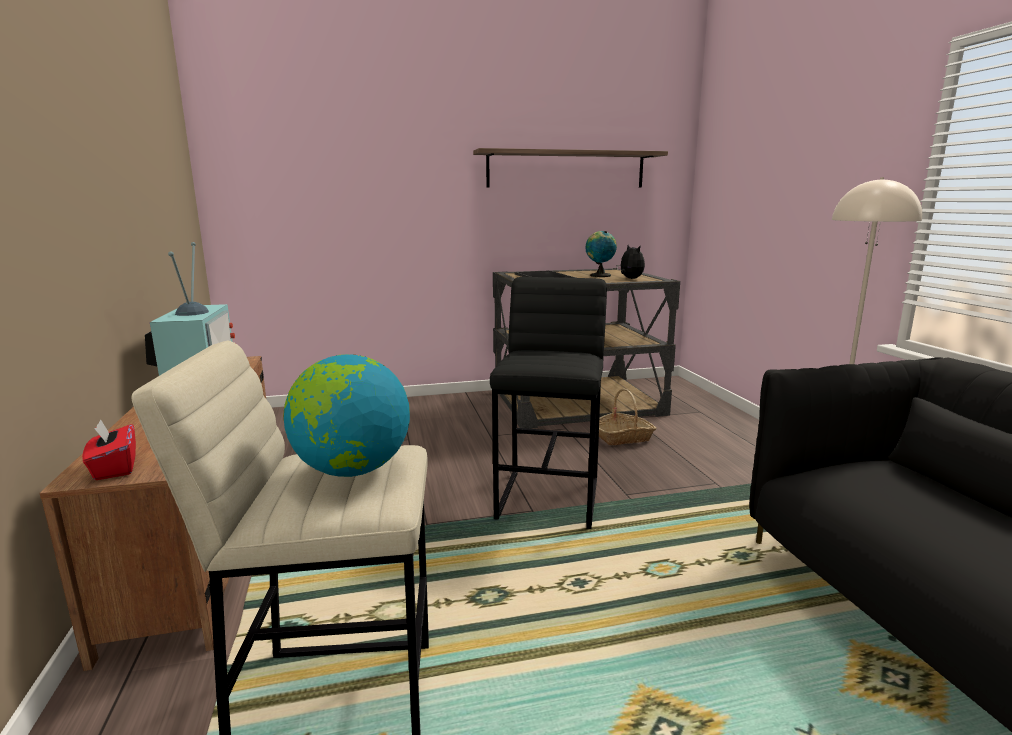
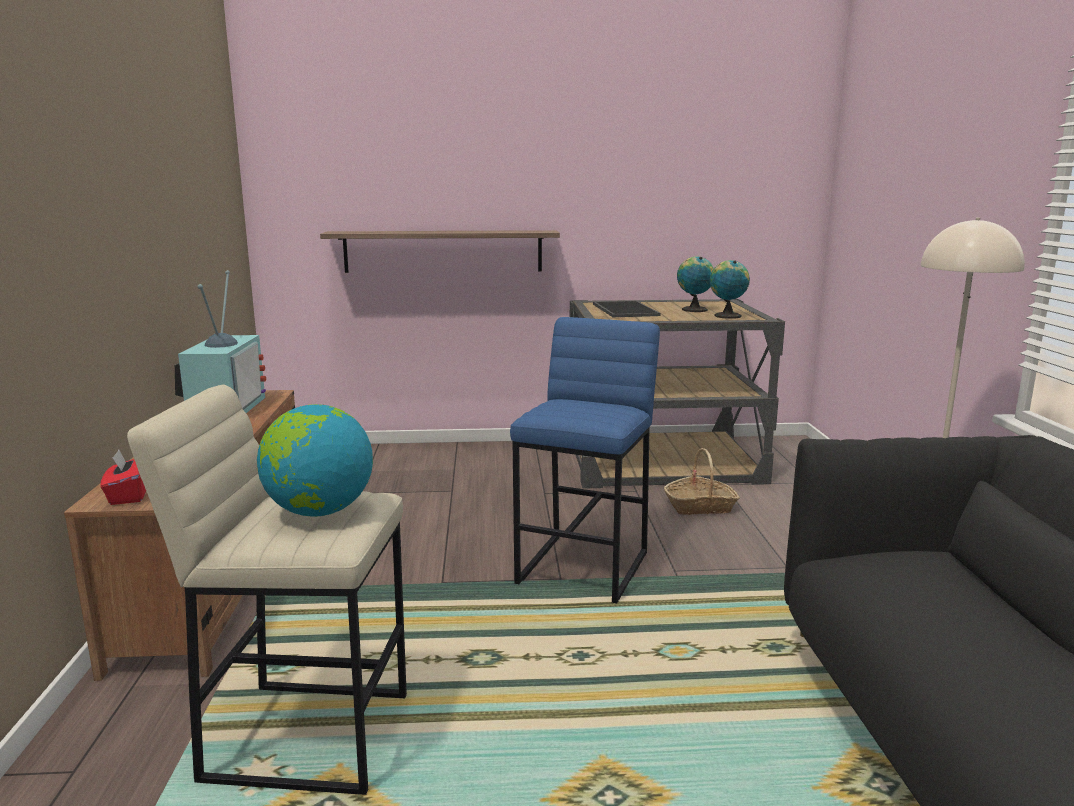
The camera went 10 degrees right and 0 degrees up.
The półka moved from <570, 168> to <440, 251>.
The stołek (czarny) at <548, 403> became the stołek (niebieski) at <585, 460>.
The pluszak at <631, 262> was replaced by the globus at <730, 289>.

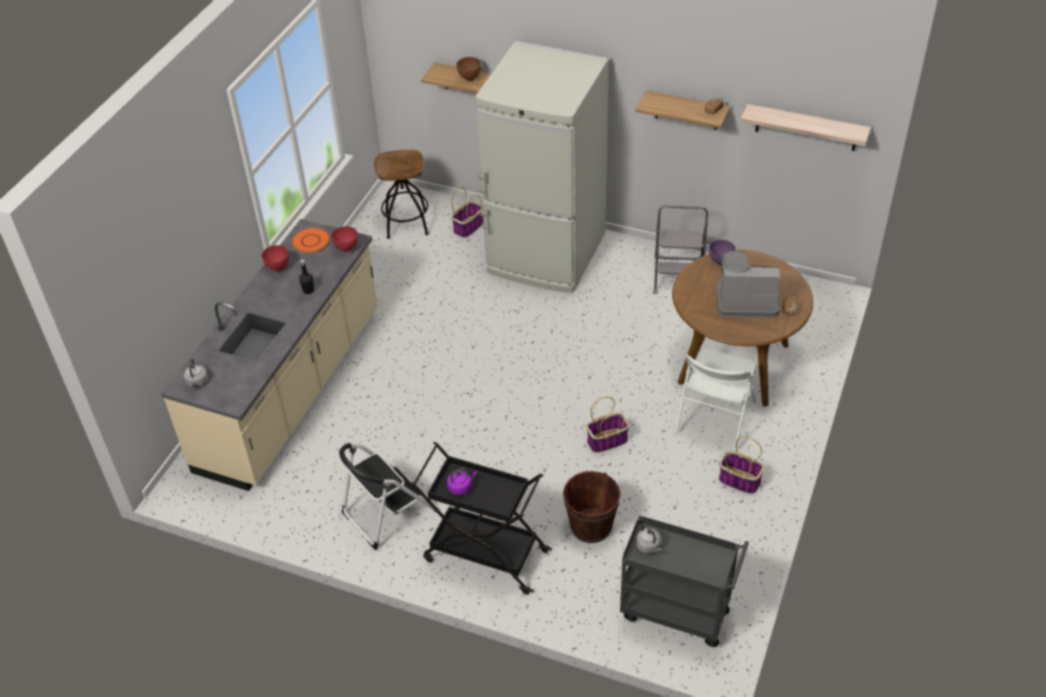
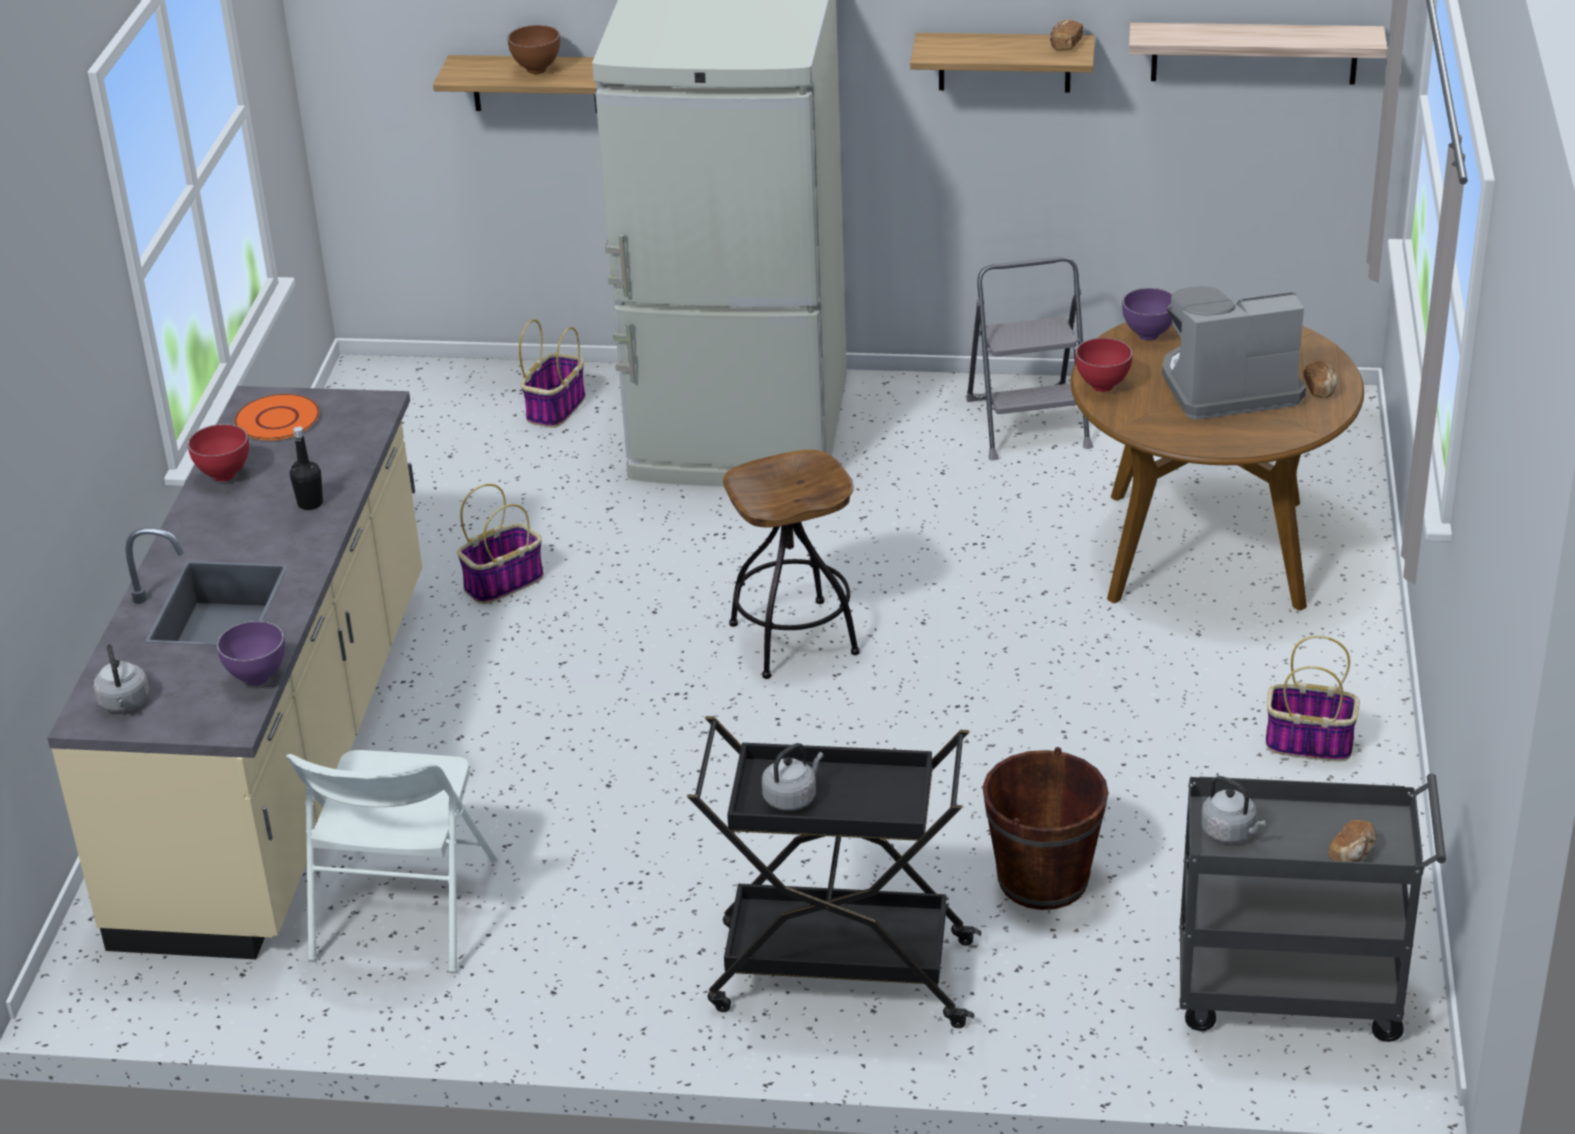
The camera went 15 degrees left and 10 degrees down.
The miska (czerwony) moved from <344, 239> to <1104, 365>.
The drabinka at <388, 496> disappeared.
The stołek (brązowy) moved from <401, 194> to <791, 564>.
The czajnik (fioletowy) at <462, 481> became the czajnik (szary) at <793, 777>.
The koszyk moved from <607, 425> to <500, 544>.
The krzesło (biały) moved from <715, 400> to <392, 862>.
The miska (fioletowy) at <251, 653> appeared.
The chleb at <1352, 841> appeared.

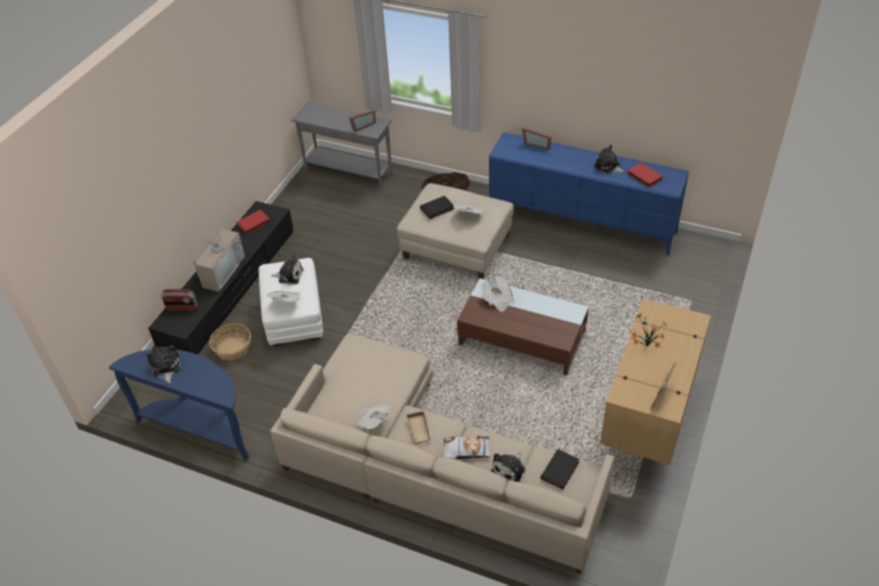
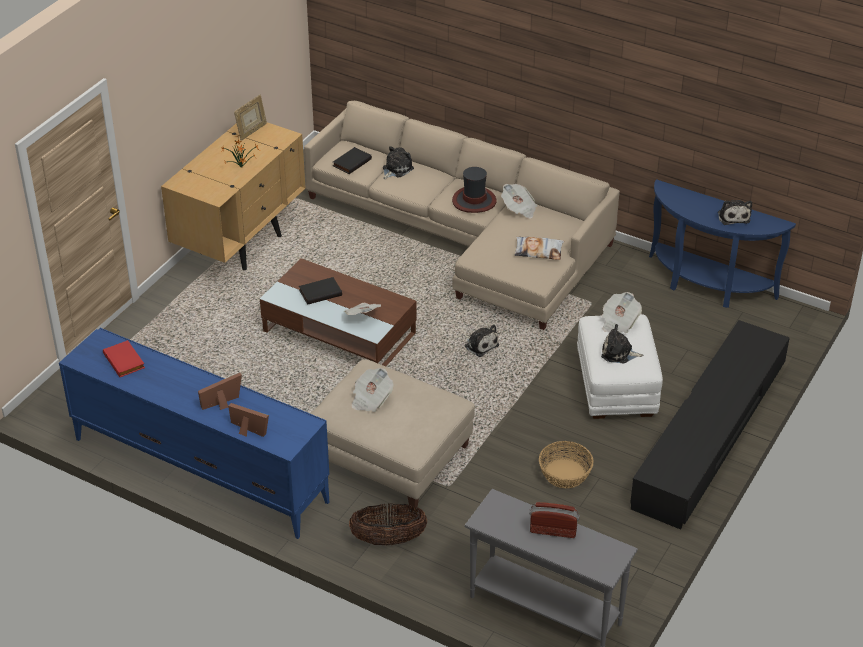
The camera went 175 degrees left and 5 degrees down.
The radio moved from <179, 300> to <554, 520>.
The telewizor at <219, 255> disappeared.
The koszyk moved from <230, 341> to <566, 464>.
The książka (czerwony) at <254, 222> disappeared.
The ramka na zdjęcie moved from <362, 120> to <220, 391>.
The taca (beżowy) at <419, 428> was replaced by the kapelusz at <474, 190>.
The książka (czarny) moved from <437, 207> to <320, 291>.
The poduszka moved from <466, 447> to <539, 248>.
The pluszak moved from <609, 159> to <481, 340>.

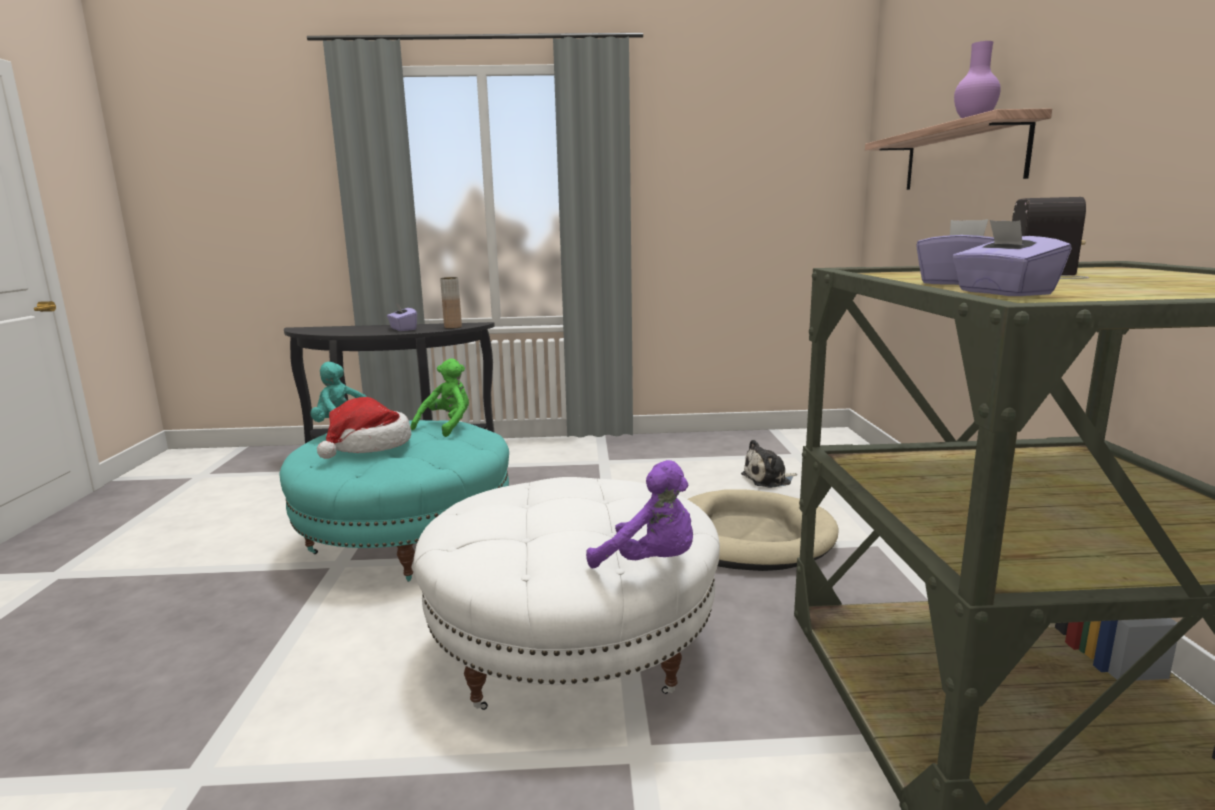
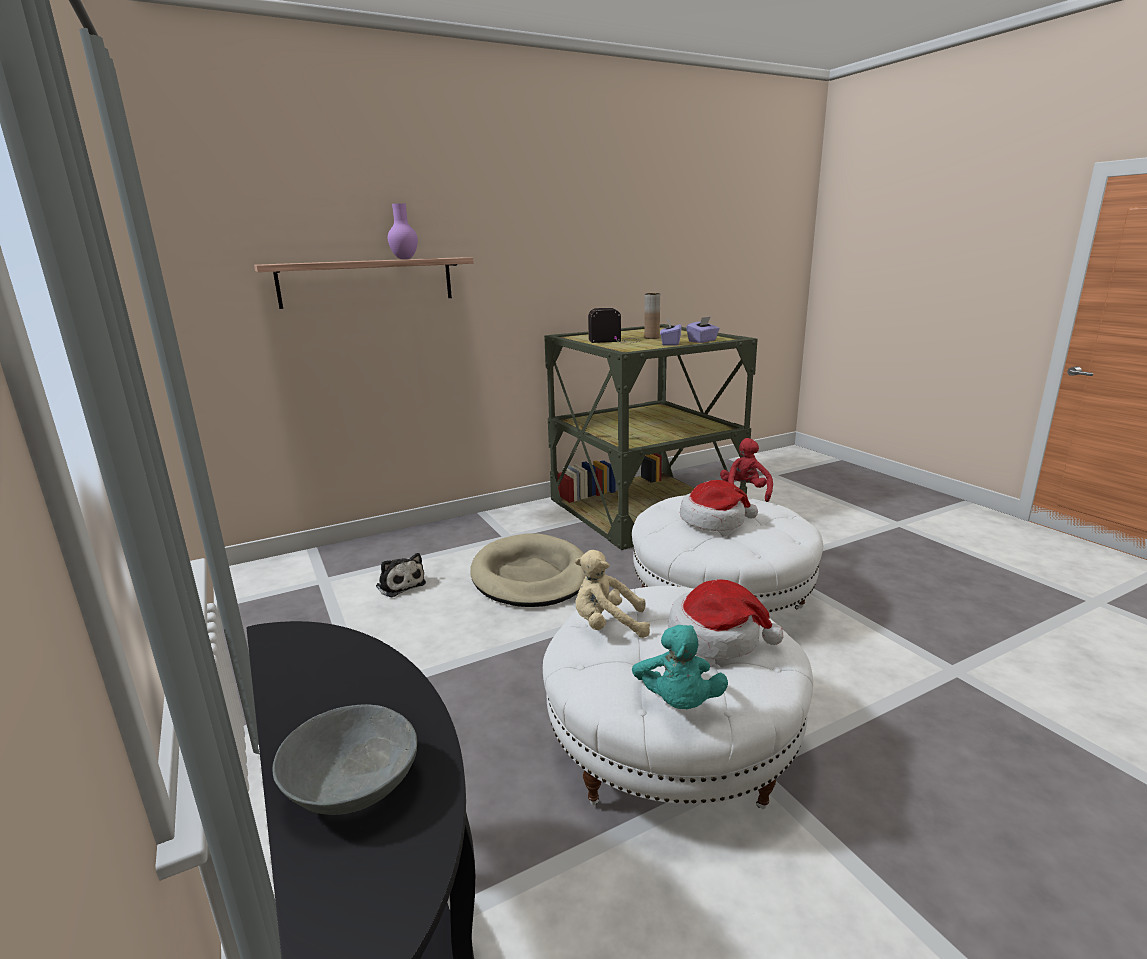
The camera went 115 degrees left and 5 degrees up.
The pufa (turkusowy) at <394, 501> became the pufa (biały) at <678, 697>.
The pudełko chusteczek (fioletowy) at <402, 317> disappeared.
The pluszak (zielony) at <440, 397> became the pluszak (beżowy) at <612, 594>.
The wazon (brązowy) moved from <451, 303> to <652, 316>.
The pluszak (fioletowy) at <639, 514> became the pluszak (czerwony) at <746, 470>.
The miska (szary) at <344, 759> appeared.
The kapelusz at <719, 505> appeared.

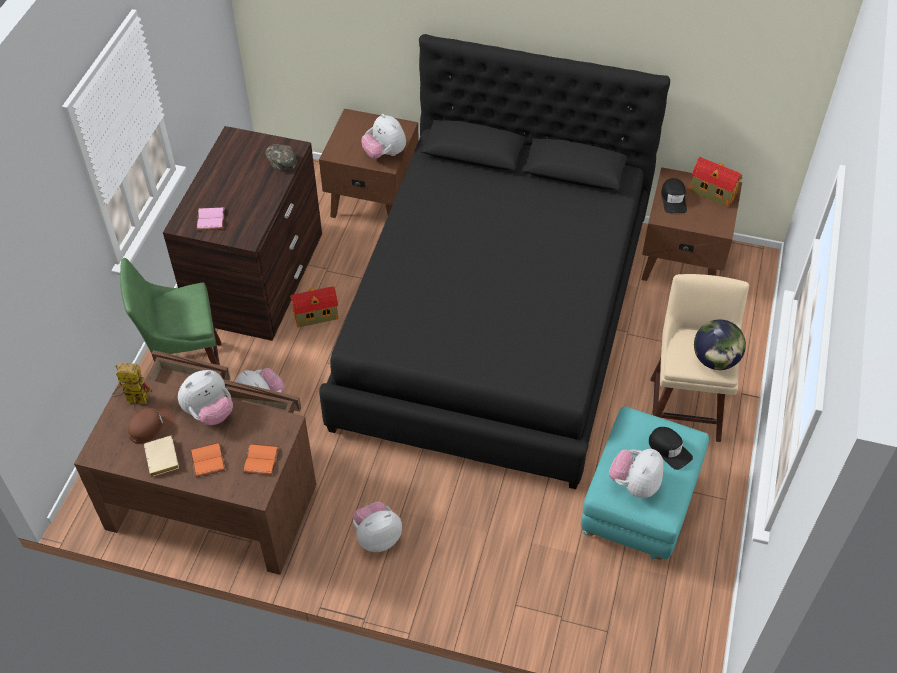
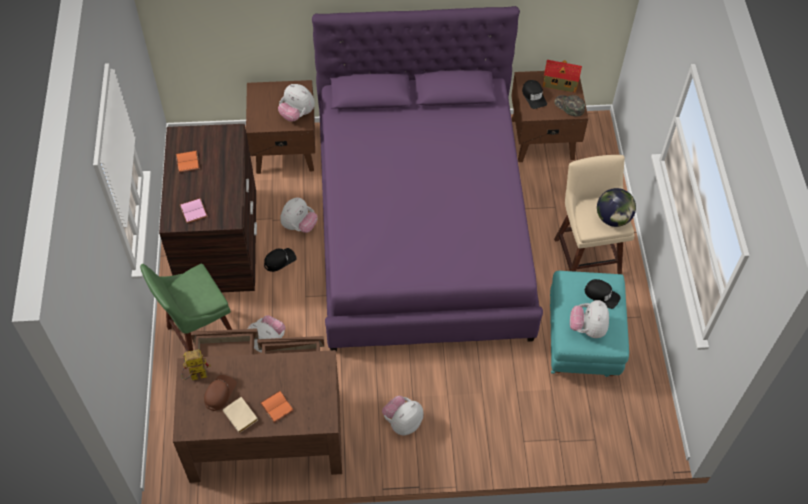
The camera went 20 degrees left and 5 degrees up.
The pluszak moved from <205, 397> to <299, 215>.
The książka (pomarańczowy) moved from <261, 459> to <188, 161>.
The czapka z daszkiem (zielony) moved from <281, 158> to <569, 106>.
The domek at <314, 307> was replaced by the czapka z daszkiem (czarny) at <280, 260>.
The łóżko (czarny) at <494, 261> became the łóżko (fioletowy) at <427, 178>.

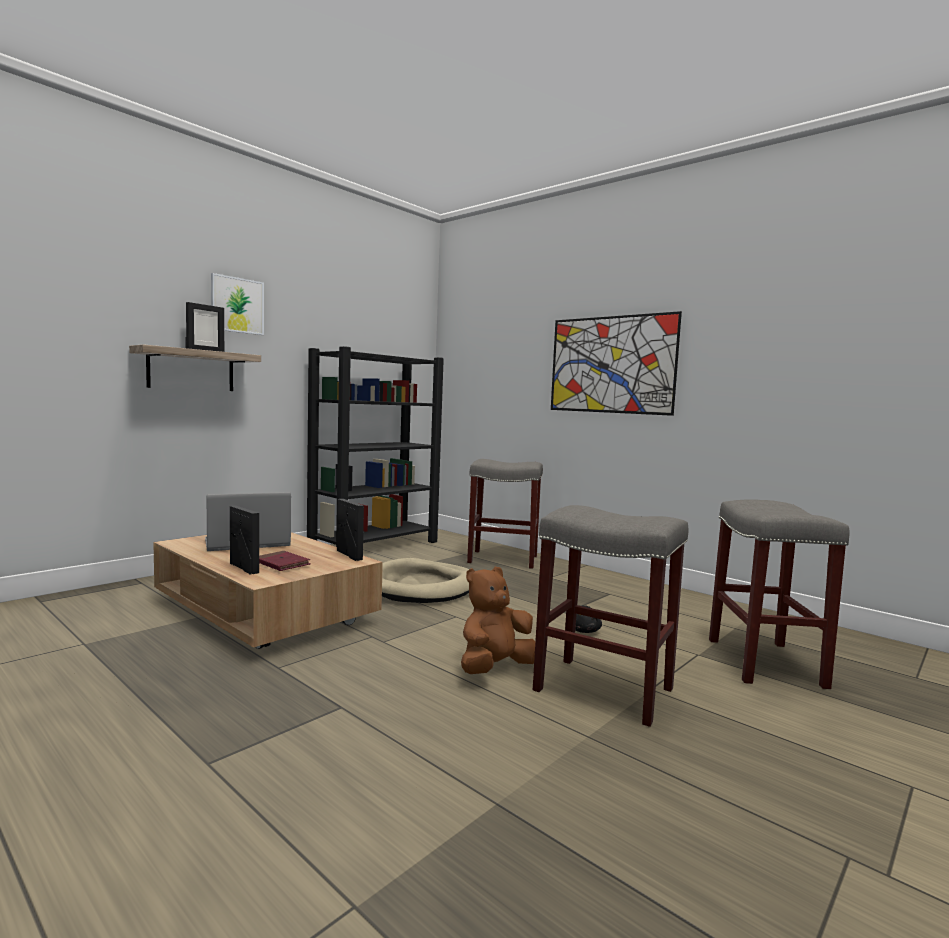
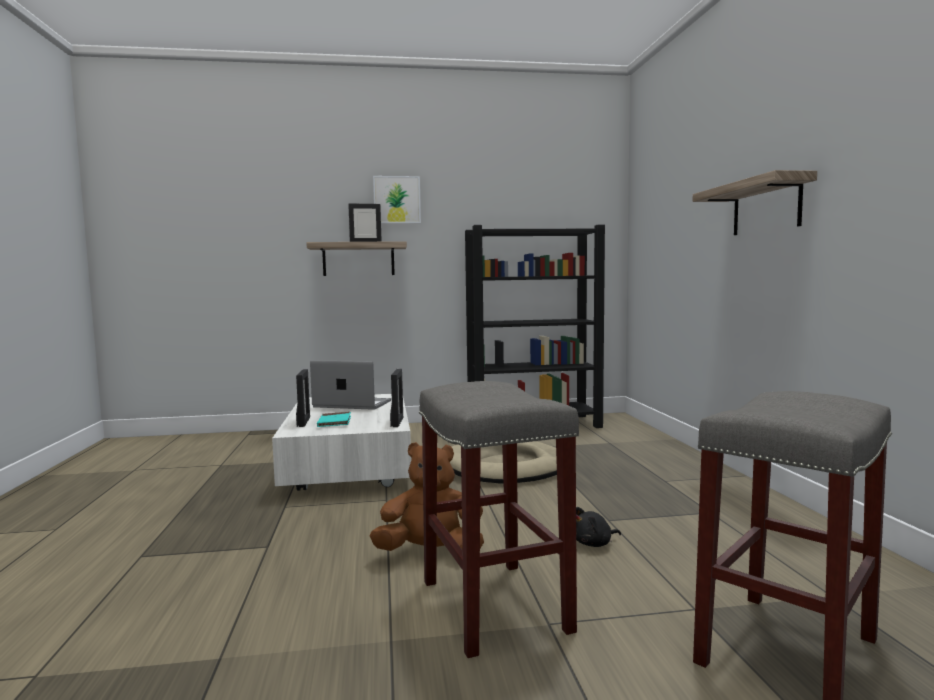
The camera went 40 degrees right and 0 degrees up.
The ława (brązowy) at <268, 590> became the ława (biały) at <341, 442>.
The książka (czerwony) at <285, 561> became the książka (turkusowy) at <334, 419>.
The stołek (szary) at <505, 514> disappeared.
The obraz at <616, 363> was replaced by the półka at <755, 202>.

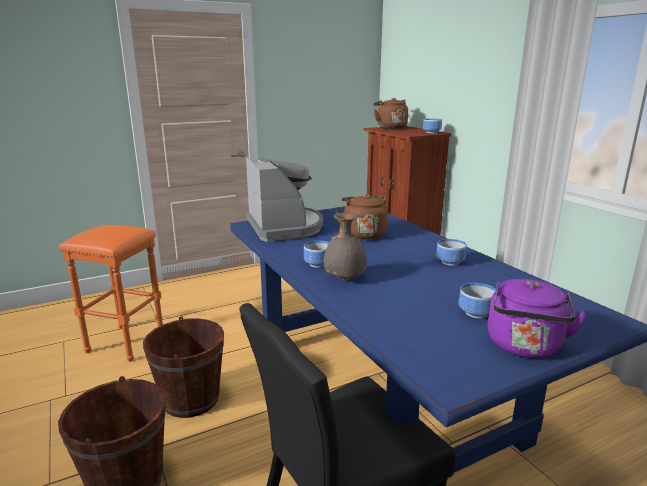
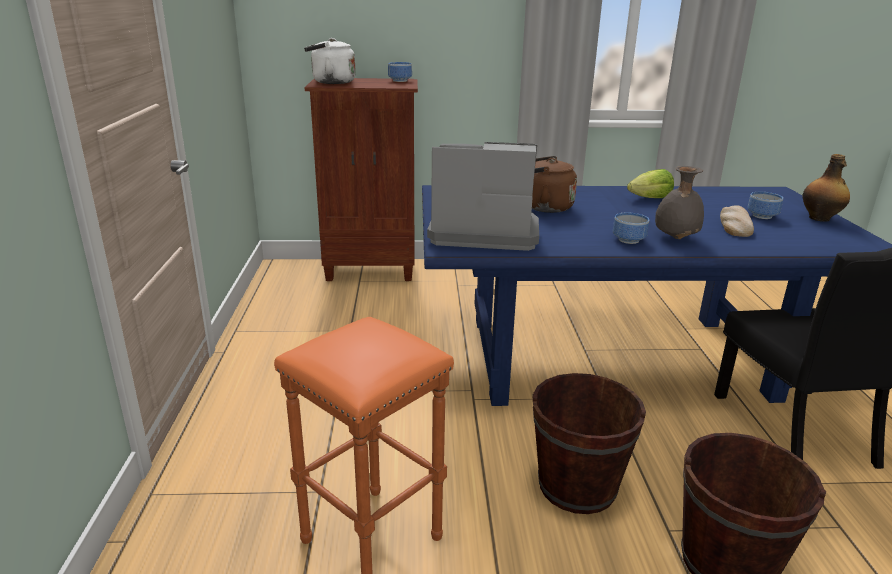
The camera went 65 degrees left and 5 degrees up.
The czajnik (brązowy) at <390, 113> became the czajnik (biały) at <330, 61>.
The miska at <451, 252> was replaced by the sałata at <650, 183>.
The czajnik (fioletowy) at <537, 318> was replaced by the butelka at <826, 188>.
The chleb at <737, 221> appeared.

